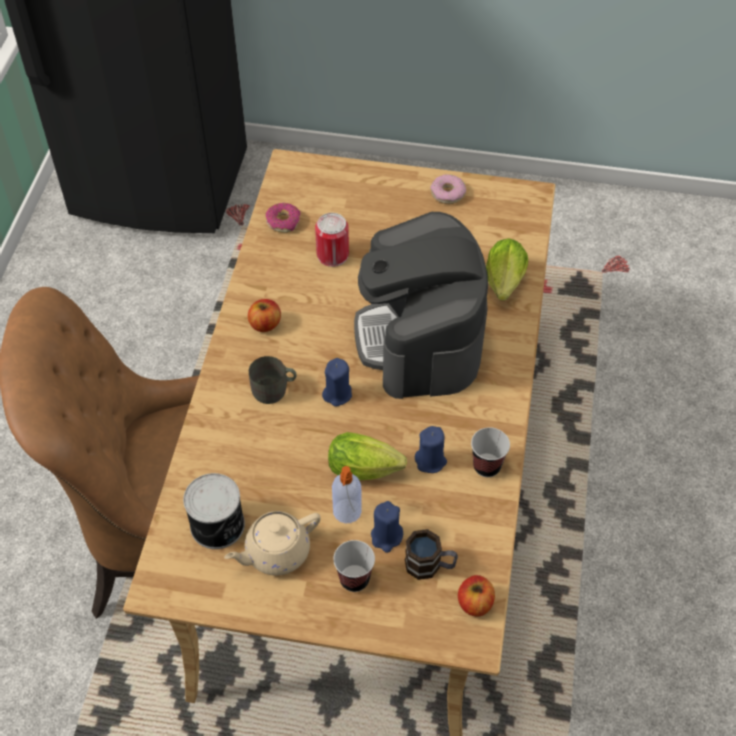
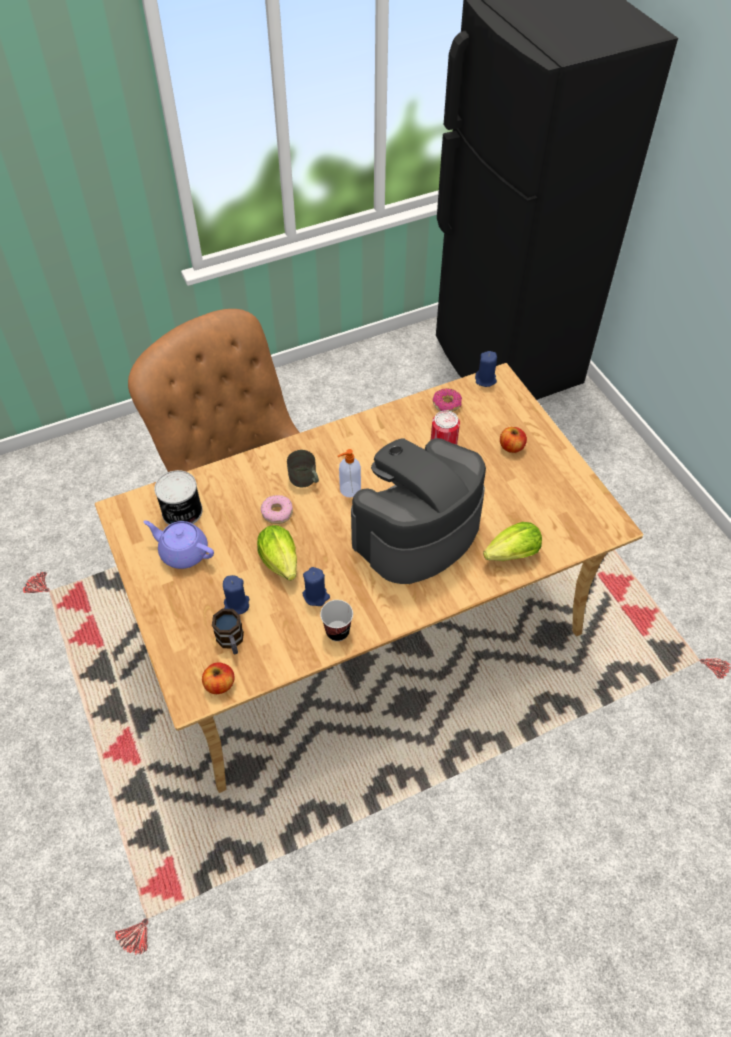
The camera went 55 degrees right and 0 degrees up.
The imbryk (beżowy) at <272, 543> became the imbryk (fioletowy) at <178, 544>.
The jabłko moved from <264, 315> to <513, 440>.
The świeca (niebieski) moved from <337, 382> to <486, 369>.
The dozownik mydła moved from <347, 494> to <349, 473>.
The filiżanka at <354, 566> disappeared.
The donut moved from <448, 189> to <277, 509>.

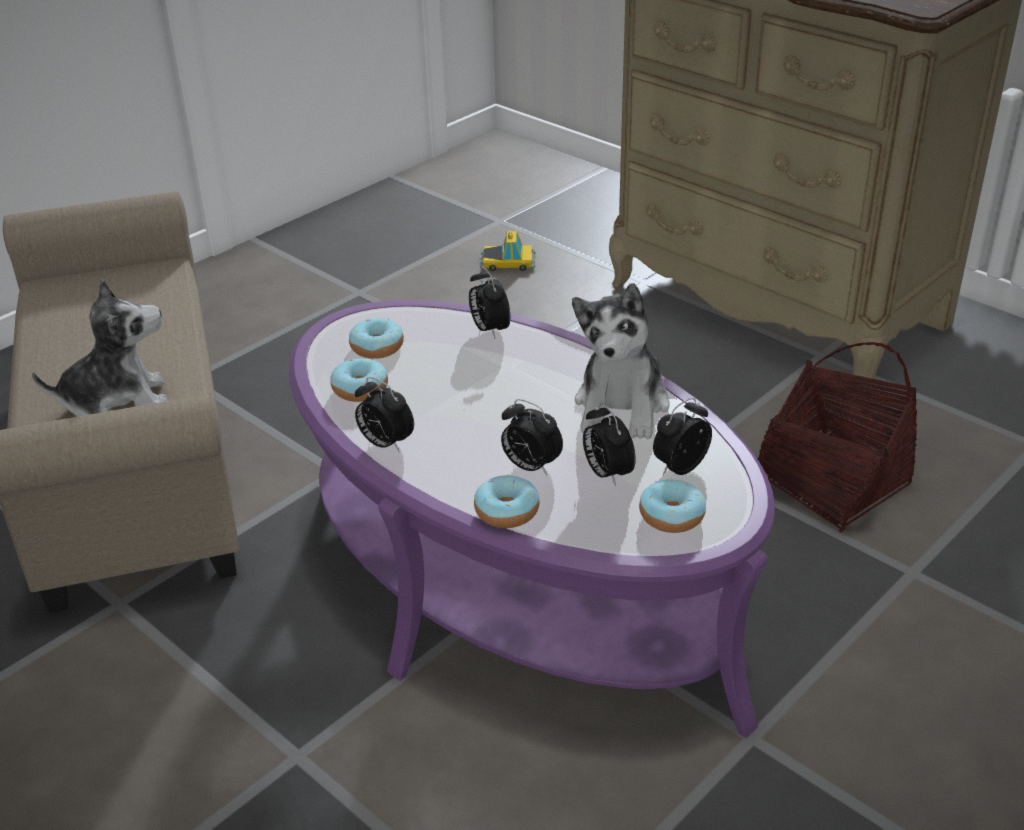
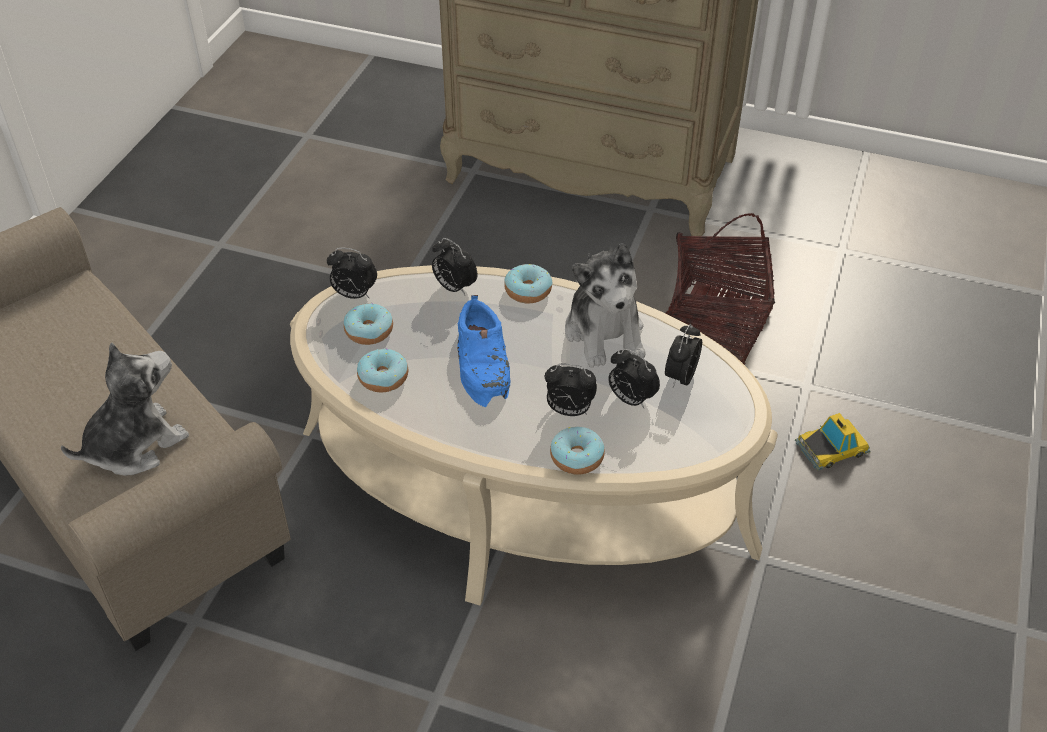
The camera went 25 degrees left and 10 degrees up.
The ława (fioletowy) at <532, 519> became the ława (beżowy) at <534, 435>.
The budzik moved from <384, 414> to <352, 273>.
The samochodzik moved from <508, 251> to <833, 441>.
The donut moved from <672, 506> to <528, 283>.
The but (niebieski) at <484, 351> appeared.

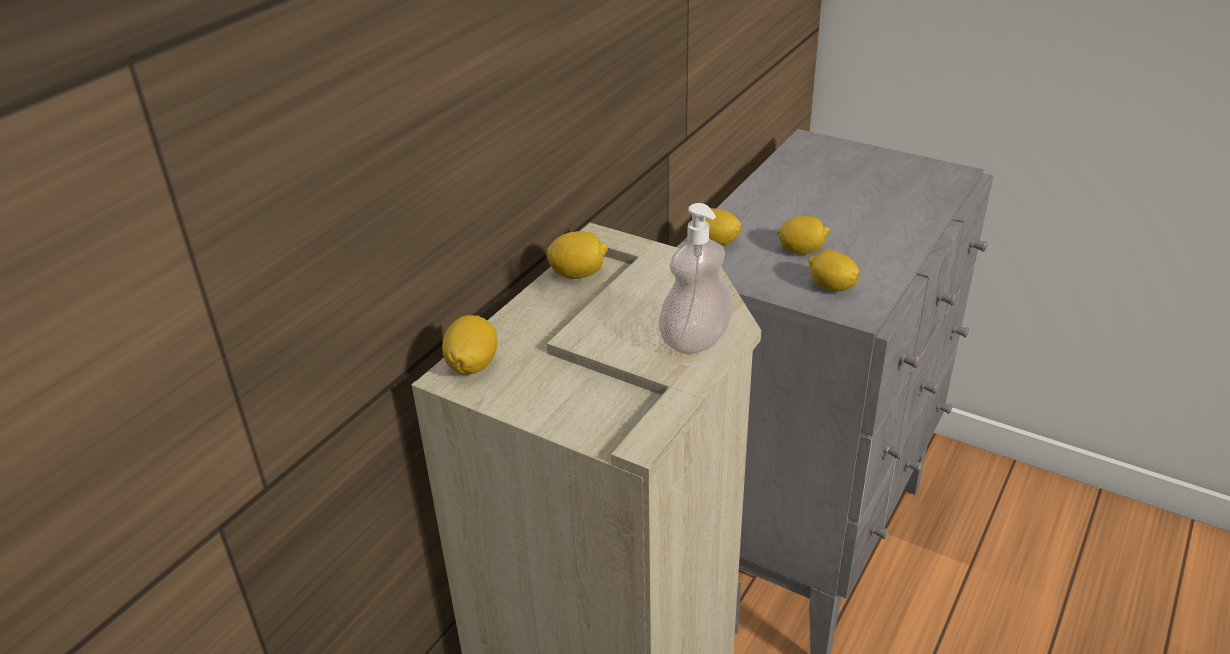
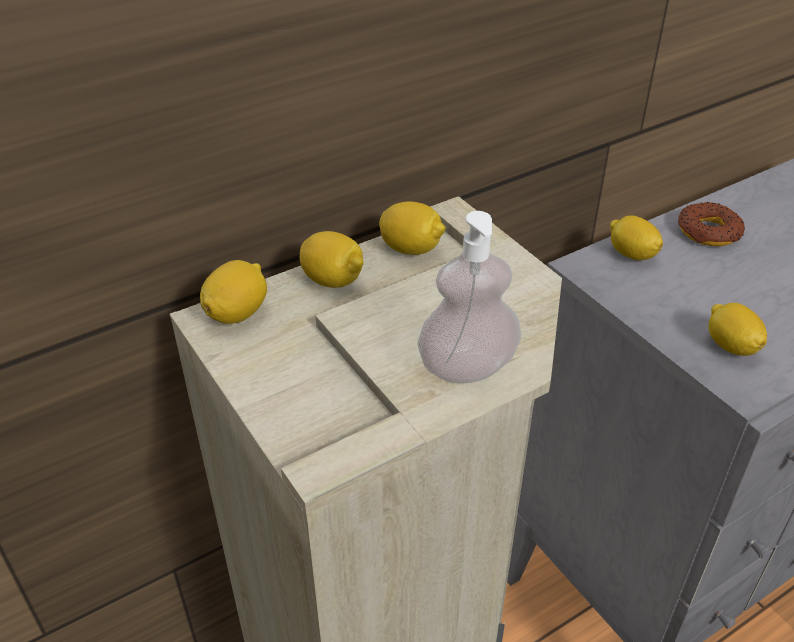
The camera went 25 degrees right and 5 degrees up.
The cytryna moved from <804, 235> to <332, 259>.
The donut at <711, 224> appeared.

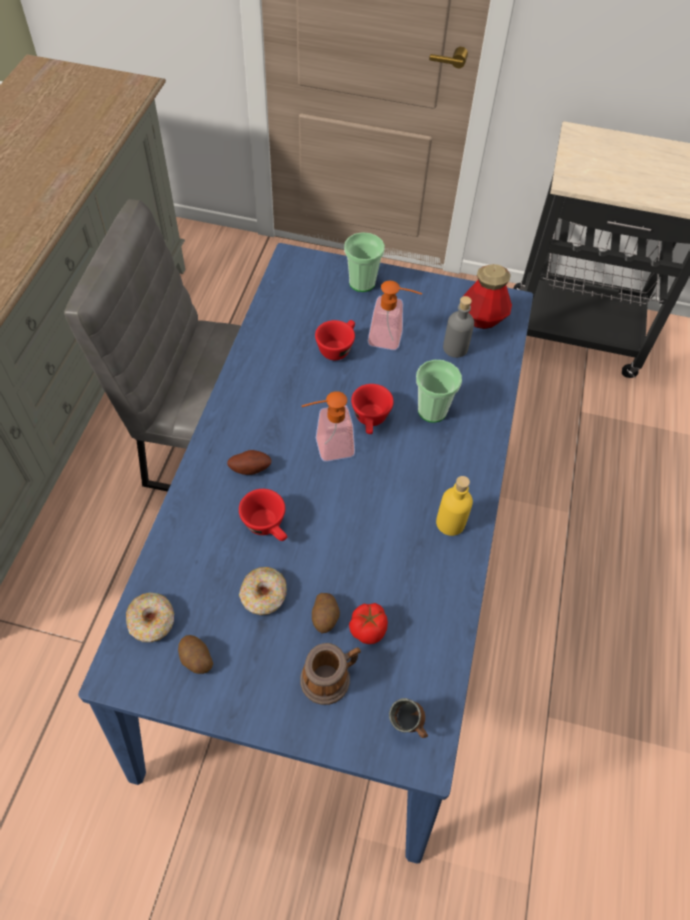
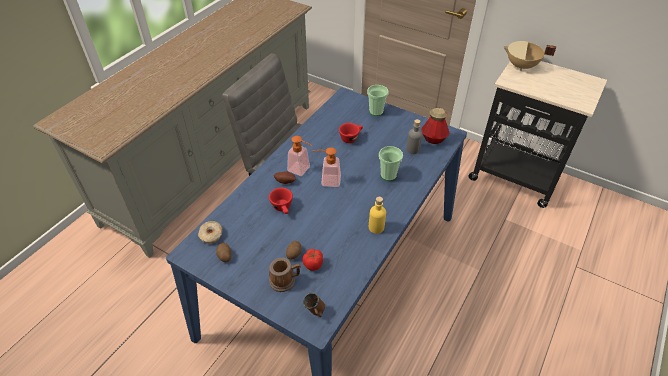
The camera went 20 degrees right and 10 degrees down.
The donut at <263, 591> disappeared.
The filiżanka (czerwony) at <372, 409> disappeared.
The dozownik mydła moved from <395, 315> to <299, 156>.
The garnek (beżowy) at <529, 56> appeared.

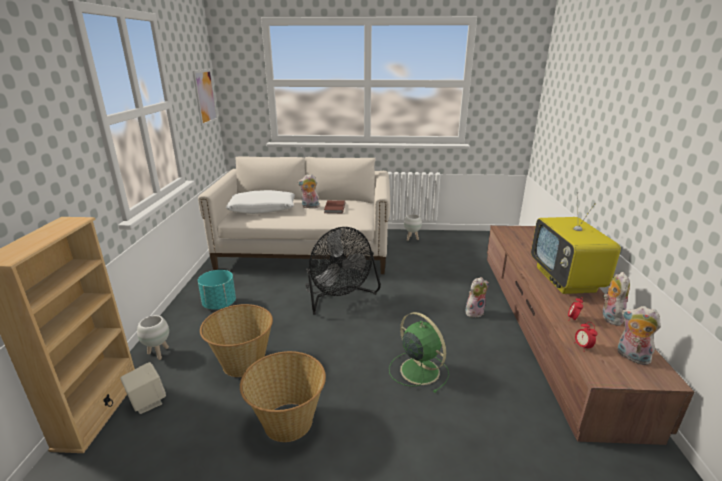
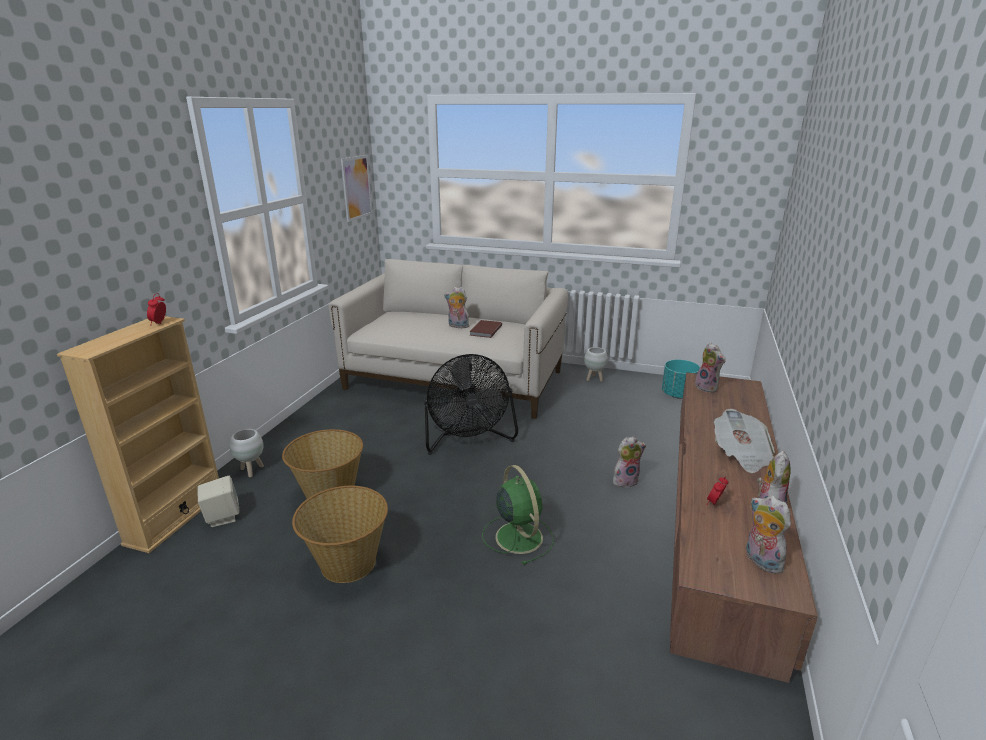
The camera went 15 degrees right and 0 degrees up.
The donica (turkusowy) moved from <217, 290> to <681, 379>.
The poduszka (biały) at <260, 202> disappeared.
The telewizor at <576, 243> was replaced by the gazeta at <744, 441>.
The budzik moved from <586, 335> to <156, 309>.
The pluszak at <710, 368> appeared.

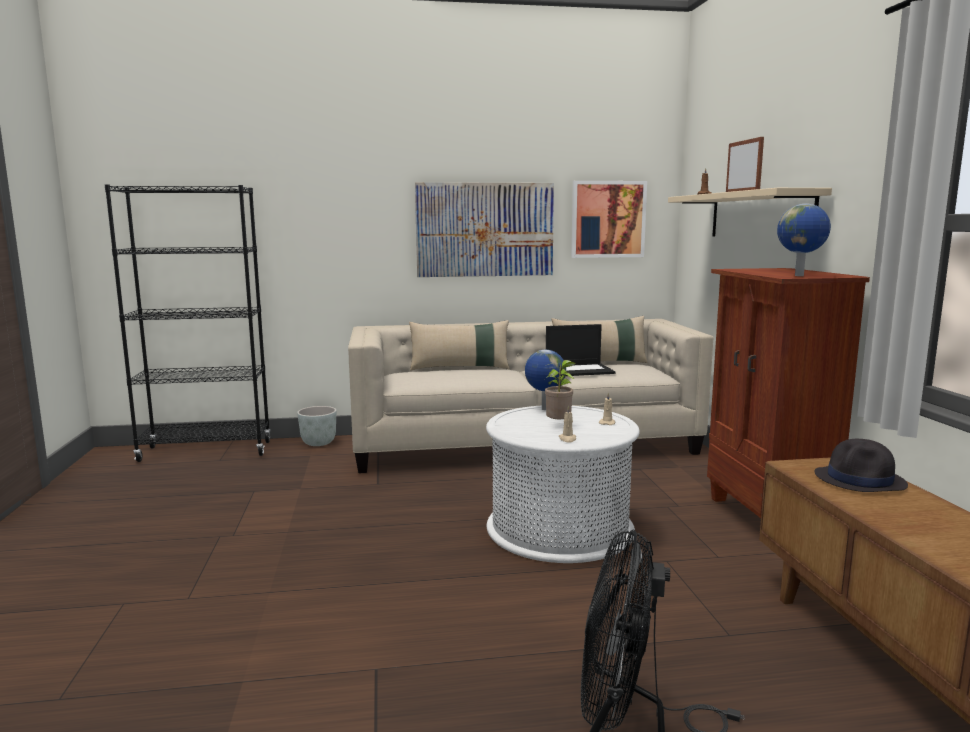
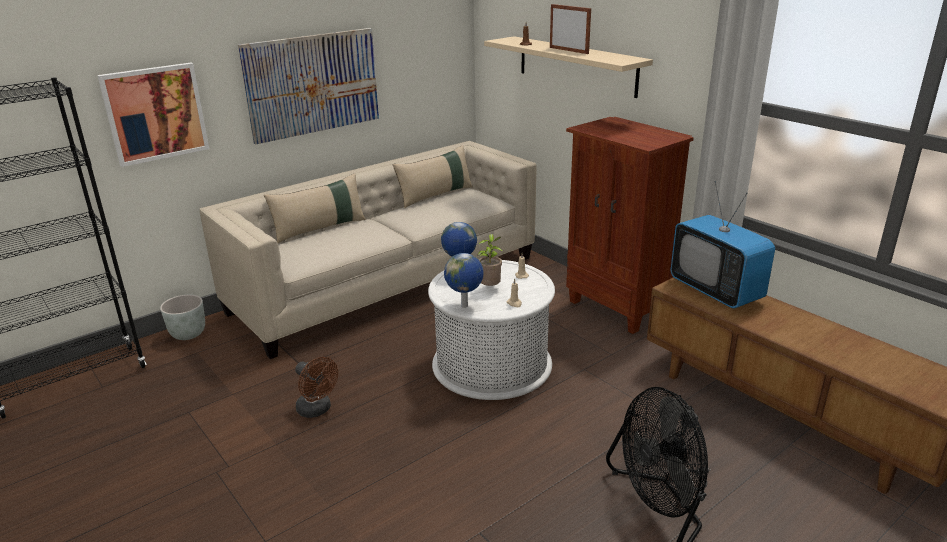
The camera went 30 degrees left and 15 degrees up.
The laptop at <581, 350> disappeared.
The obraz moved from <609, 219> to <153, 115>.
The globus moved from <804, 240> to <463, 280>.
The kapelusz (czarny) at <861, 465> was replaced by the telewizor at <723, 244>.
The wentylator (brązowy) at <316, 387> appeared.

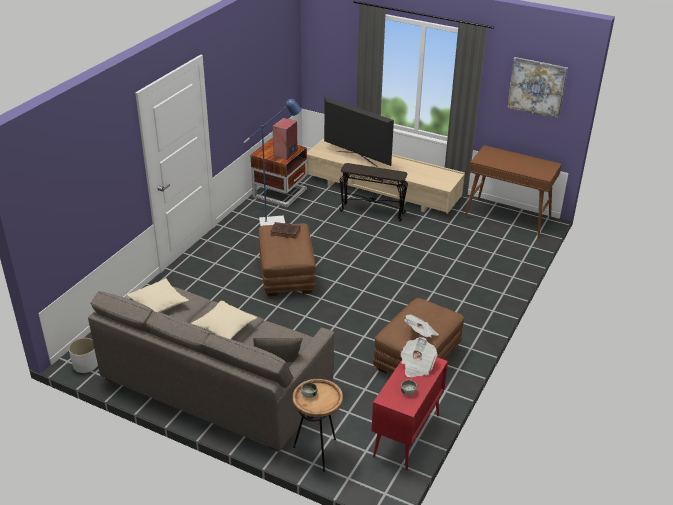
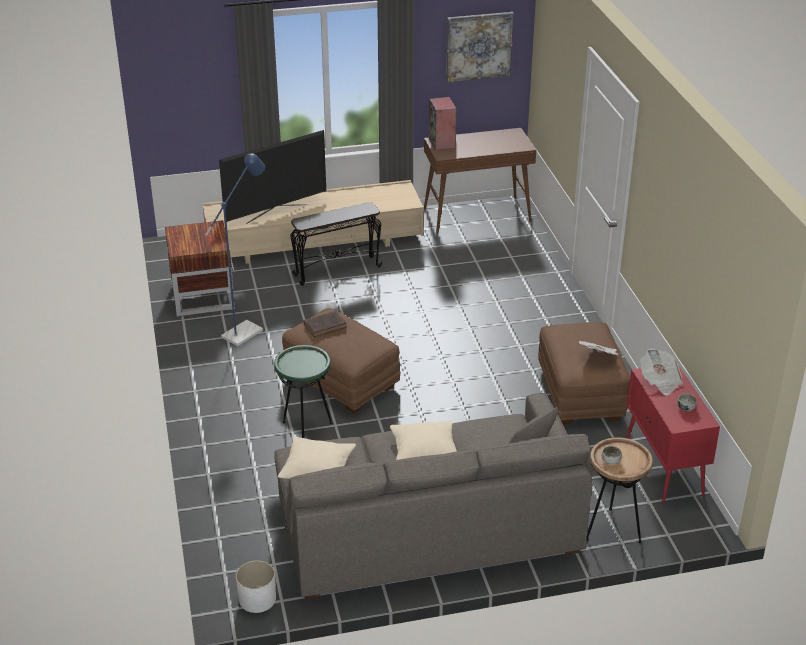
The camera went 40 degrees left and 0 degrees up.
The głośnik moved from <285, 138> to <442, 123>.
The telewizor at <359, 132> turned 150 degrees clockwise.
The stolik (zielony) at <303, 391> appeared.

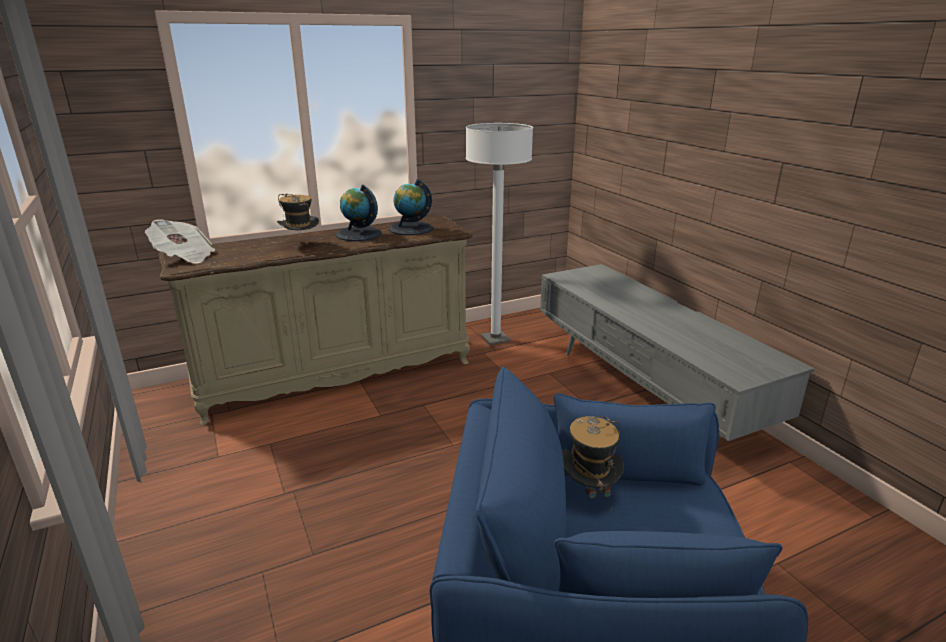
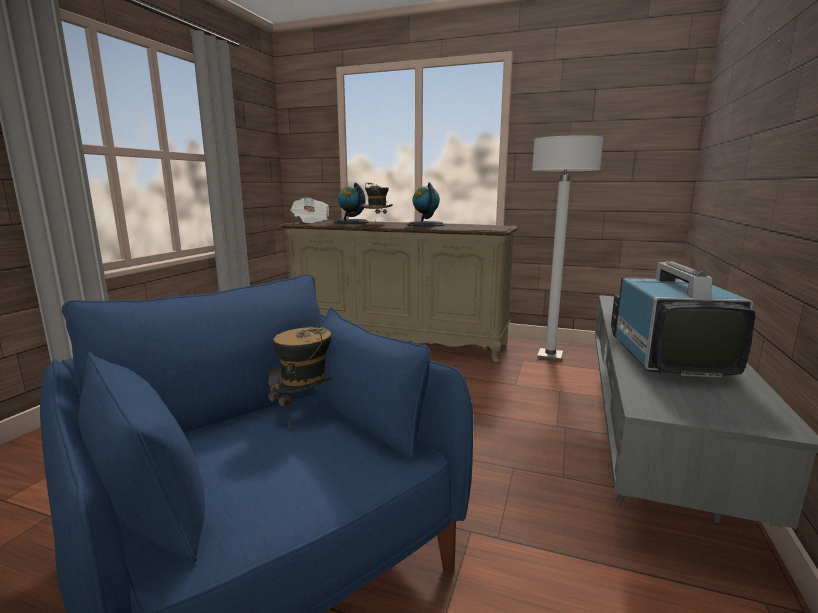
The camera went 45 degrees right and 10 degrees down.
The globus moved from <411, 207> to <351, 203>.
The telewizor at <683, 319> appeared.

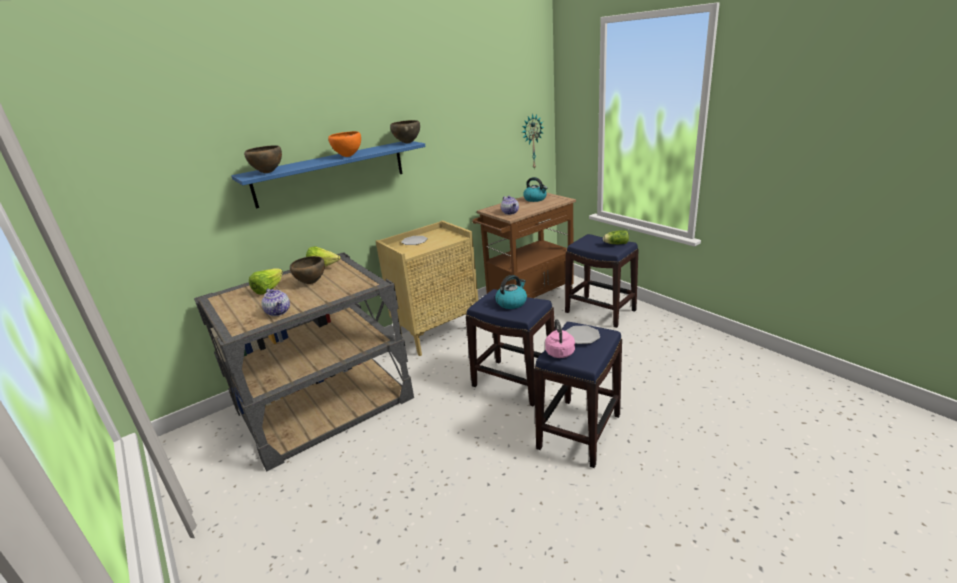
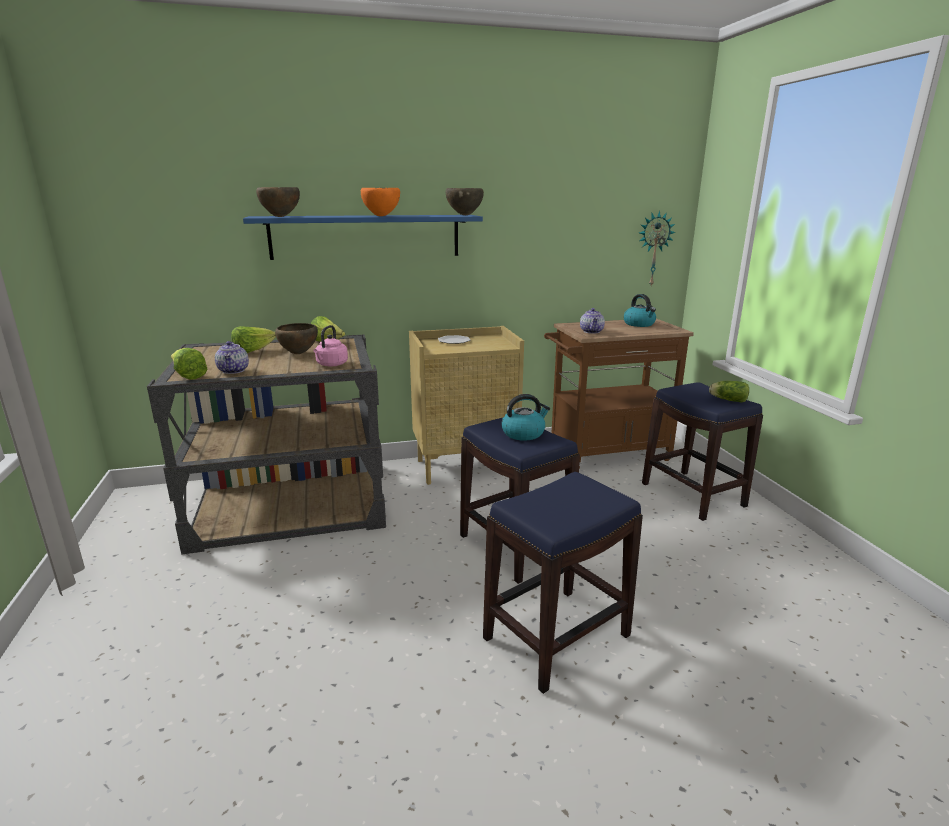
The camera went 20 degrees right and 5 degrees down.
The czajnik (różowy) moved from <560, 338> to <331, 346>.
The talerz at <583, 334> disappeared.
The sałata at <189, 364> appeared.

